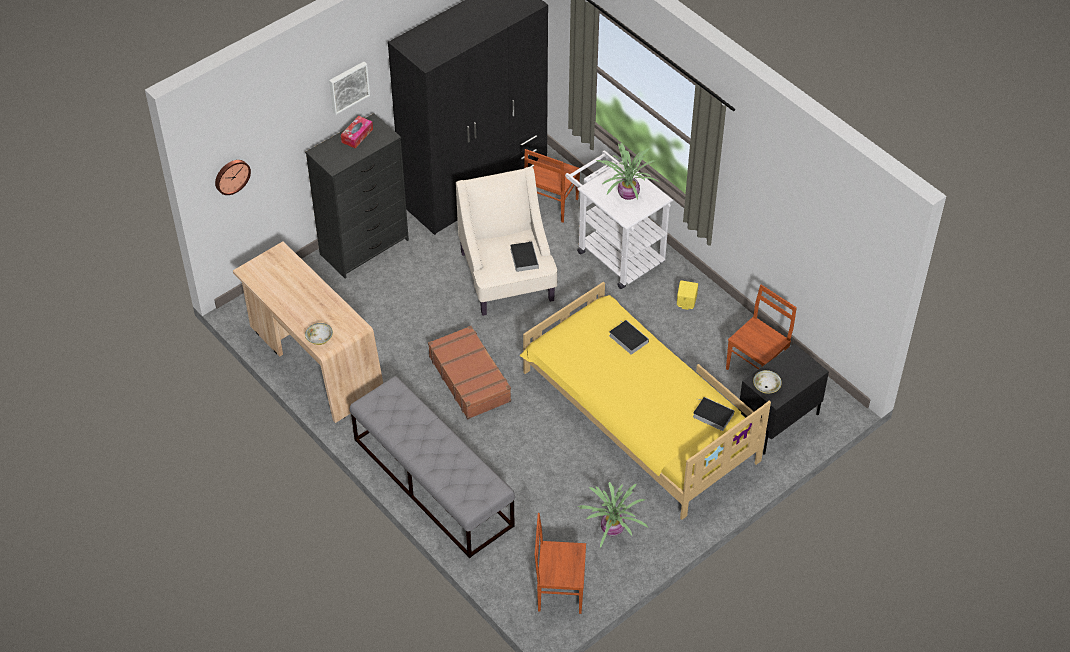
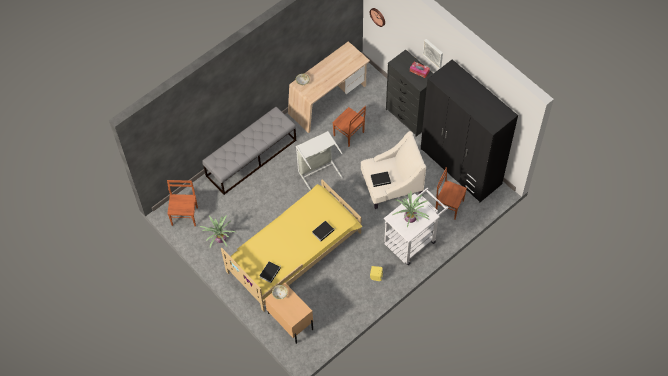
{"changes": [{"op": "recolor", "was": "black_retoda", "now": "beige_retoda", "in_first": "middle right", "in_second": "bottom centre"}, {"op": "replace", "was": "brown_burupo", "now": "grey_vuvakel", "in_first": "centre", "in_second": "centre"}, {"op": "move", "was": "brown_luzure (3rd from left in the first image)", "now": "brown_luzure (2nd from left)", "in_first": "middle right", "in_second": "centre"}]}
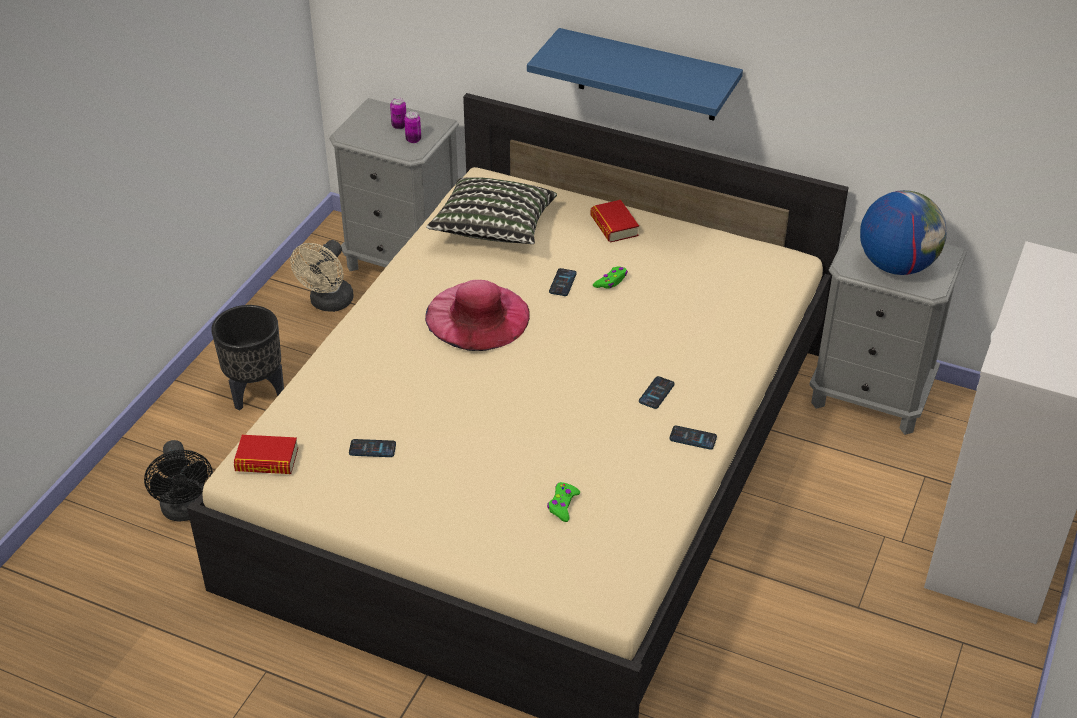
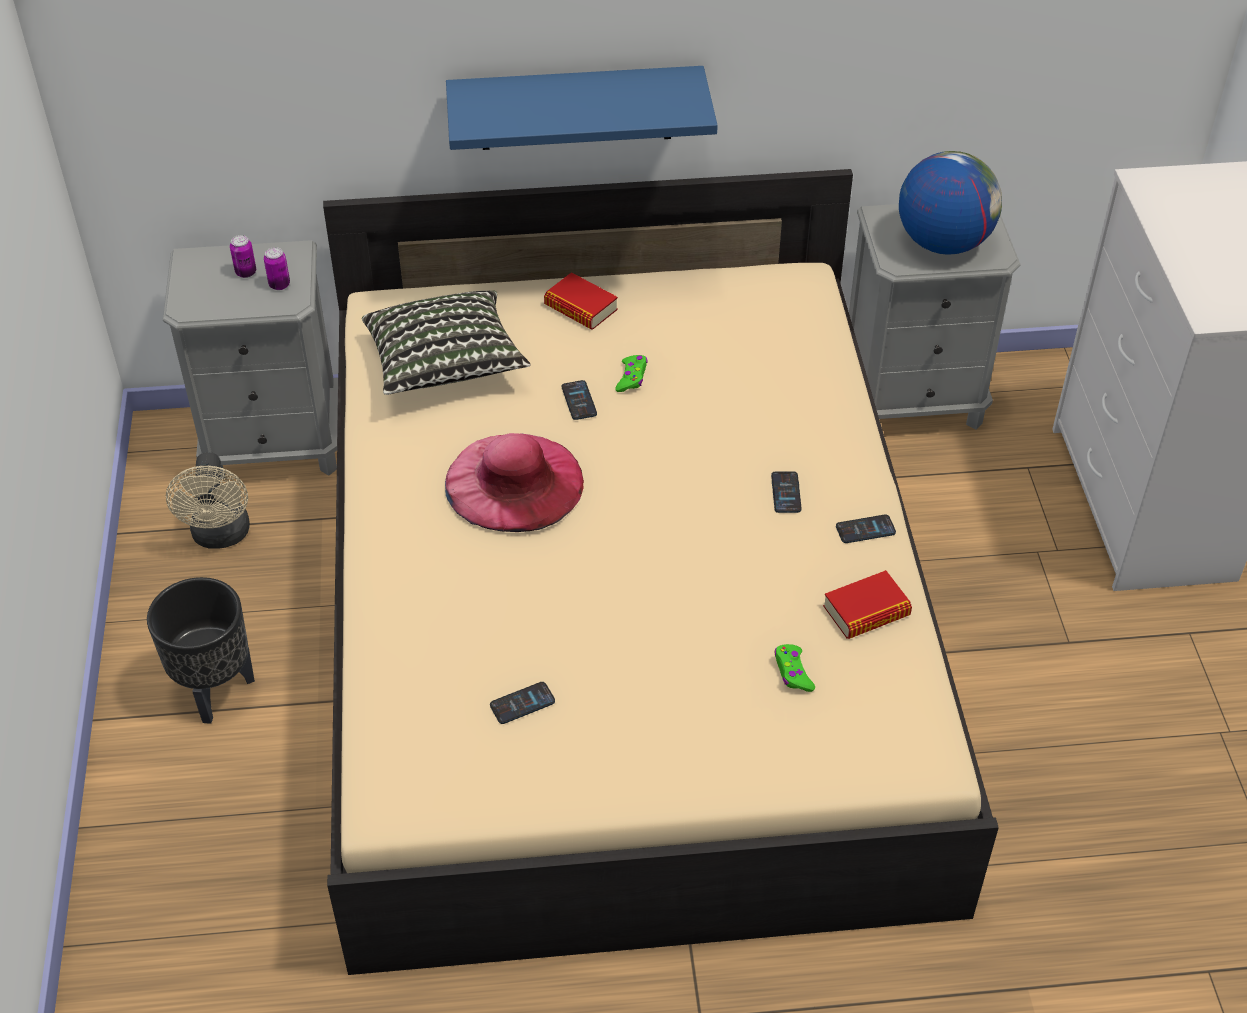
{"changes": [{"op": "move", "was": "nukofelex (1st from left in the first image)", "now": "nukofelex (2nd from left)", "in_first": "middle left", "in_second": "middle right"}, {"op": "delete", "was": "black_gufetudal", "in_first": "bottom left"}]}
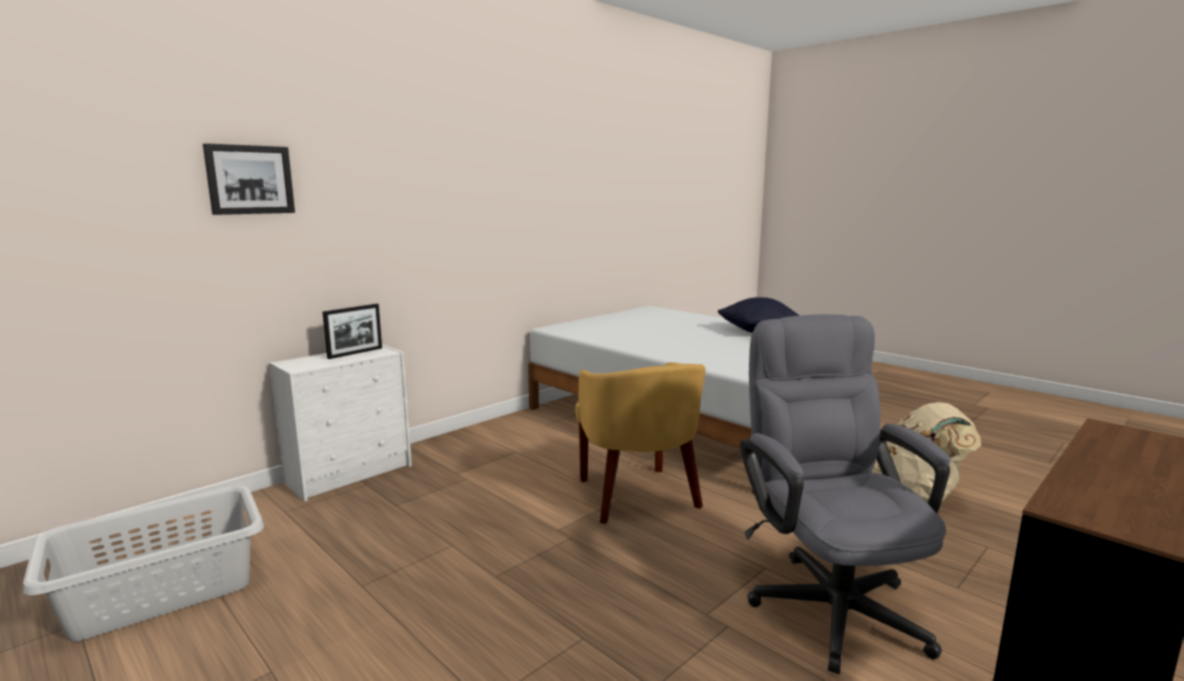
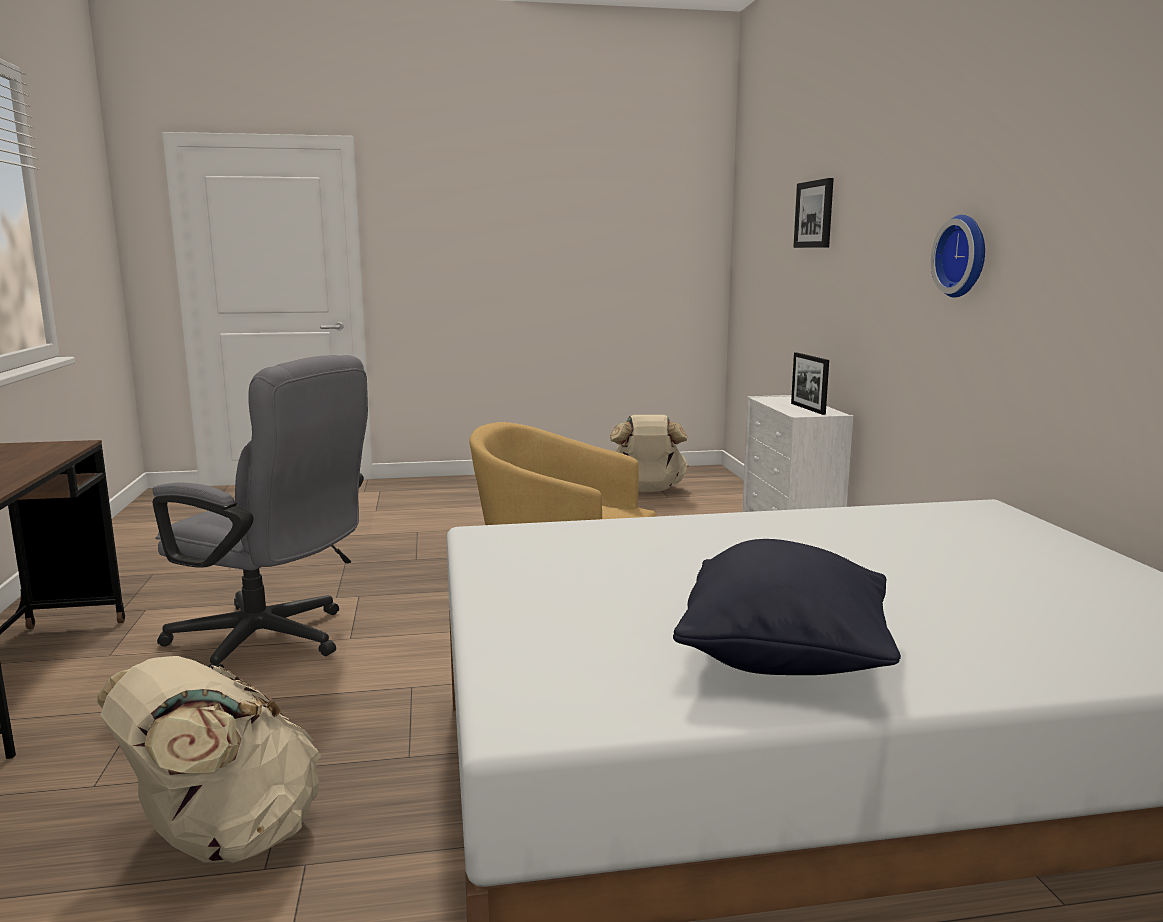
{"changes": [{"op": "replace", "was": "grey_vuvakel", "now": "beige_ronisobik (2nd from left)", "in_first": "bottom left", "in_second": "centre"}, {"op": "insert", "now": "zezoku", "in_second": "top right"}]}
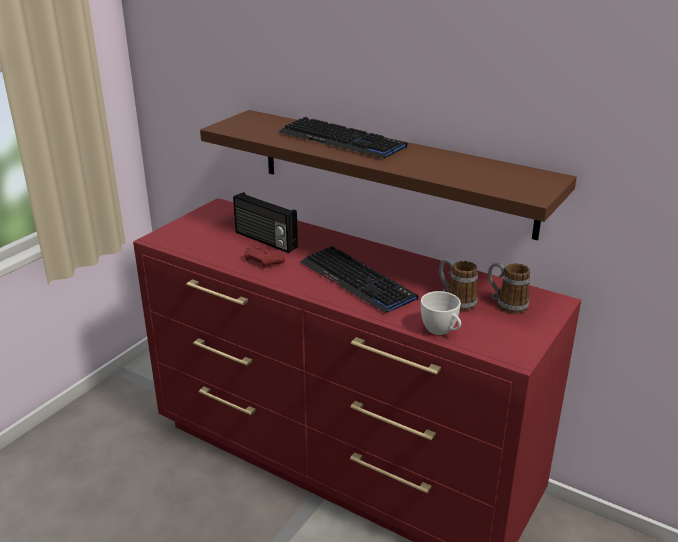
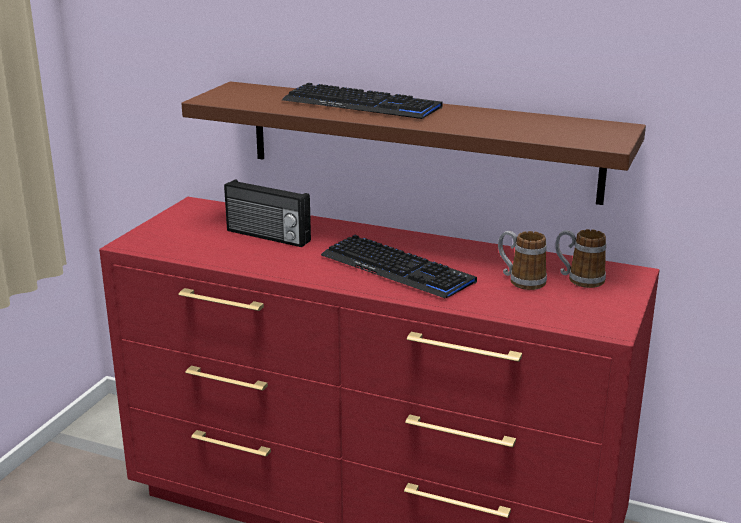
{"changes": [{"op": "delete", "was": "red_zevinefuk", "in_first": "centre"}, {"op": "delete", "was": "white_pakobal", "in_first": "centre"}]}
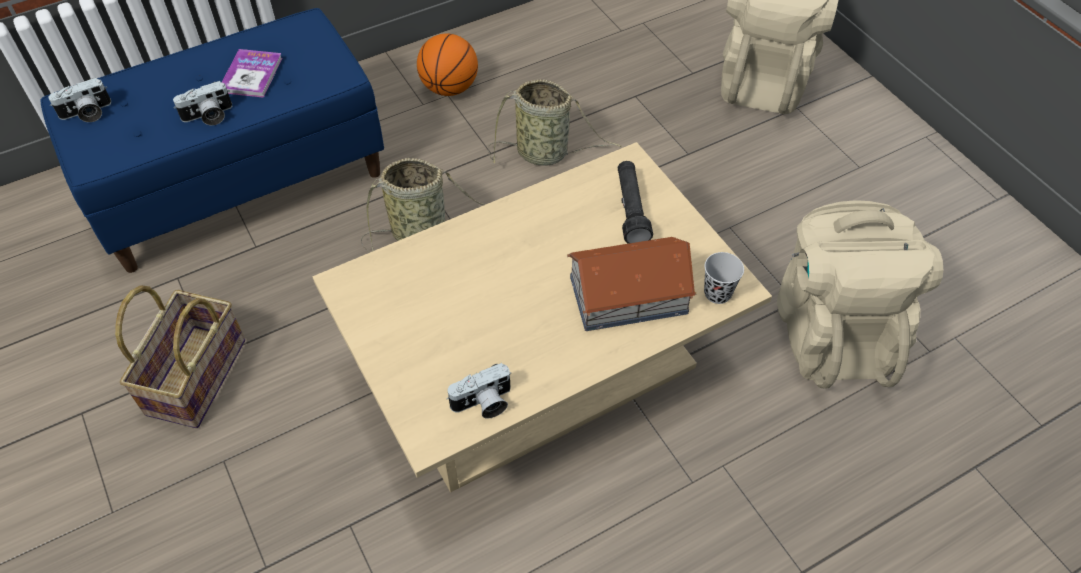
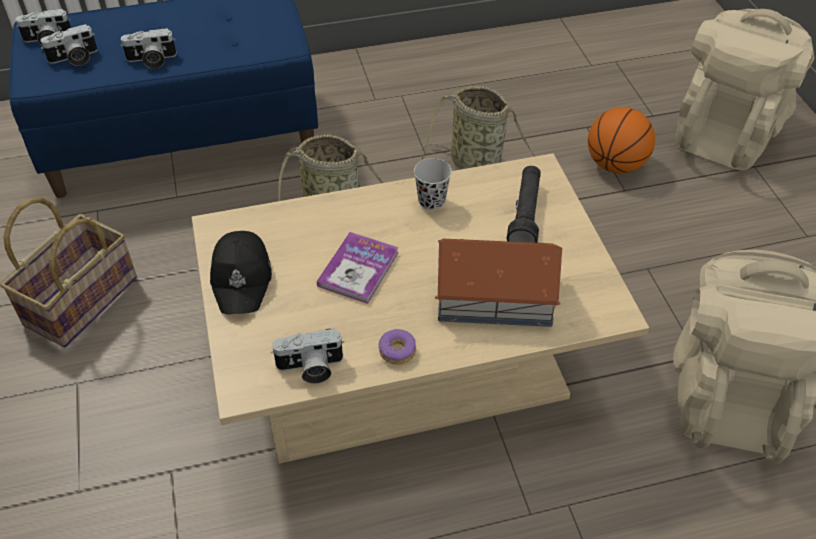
{"changes": [{"op": "insert", "now": "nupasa (2nd from left)", "in_second": "top left"}, {"op": "insert", "now": "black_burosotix", "in_second": "middle left"}, {"op": "move", "was": "nukofelex", "in_first": "top left", "in_second": "centre"}, {"op": "insert", "now": "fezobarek", "in_second": "centre"}, {"op": "move", "was": "black_pakobal", "in_first": "middle right", "in_second": "centre"}, {"op": "move", "was": "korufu", "in_first": "top centre", "in_second": "top right"}]}
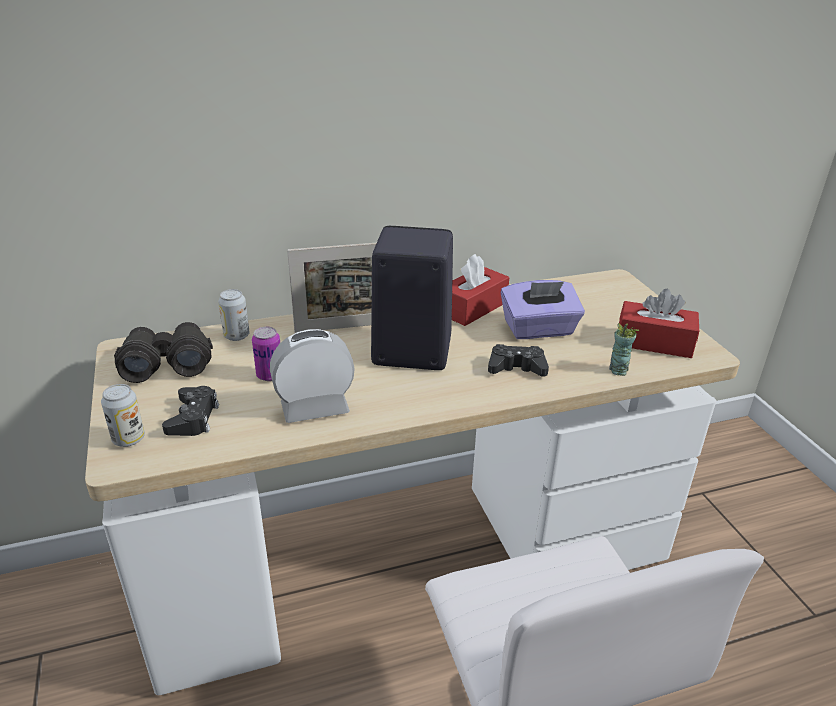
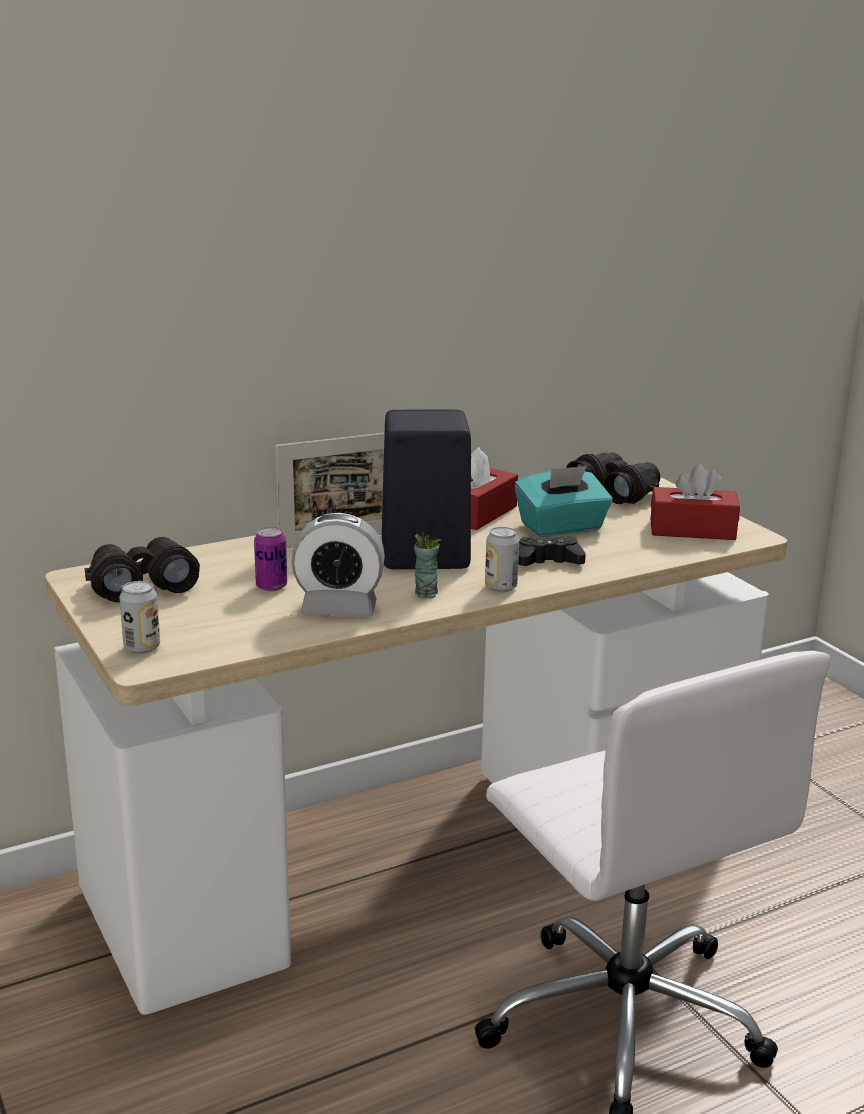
{"changes": [{"op": "rotate", "was": "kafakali", "in_first": "centre", "in_second": "centre", "clockwise": -150}, {"op": "move", "was": "pakobal", "in_first": "middle right", "in_second": "centre"}, {"op": "move", "was": "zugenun (2nd from left in the first image)", "now": "zugenun (3rd from left)", "in_first": "middle left", "in_second": "centre"}, {"op": "recolor", "was": "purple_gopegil", "now": "turquoise_gopegil", "in_first": "centre", "in_second": "centre"}, {"op": "insert", "now": "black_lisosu (2nd from left)", "in_second": "middle right"}, {"op": "delete", "was": "black_zevinefuk (1st from left)", "in_first": "middle left"}]}
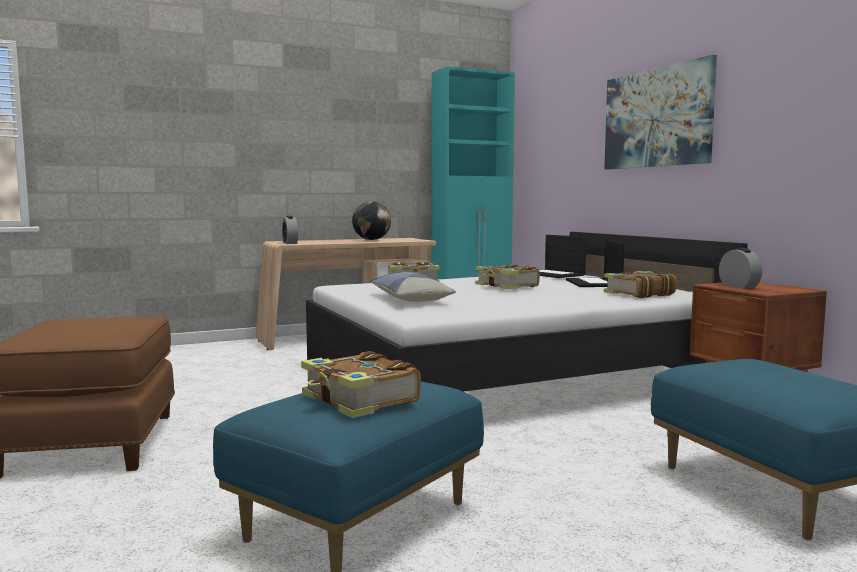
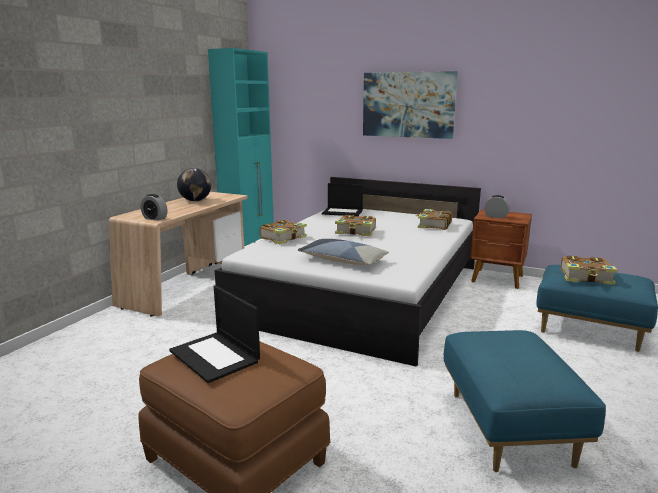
{"changes": [{"op": "move", "was": "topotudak (2nd from left in the first image)", "now": "topotudak (1st from left)", "in_first": "middle right", "in_second": "bottom left"}, {"op": "move", "was": "nukofelex (1st from left in the first image)", "now": "nukofelex (4th from left)", "in_first": "bottom centre", "in_second": "middle right"}]}
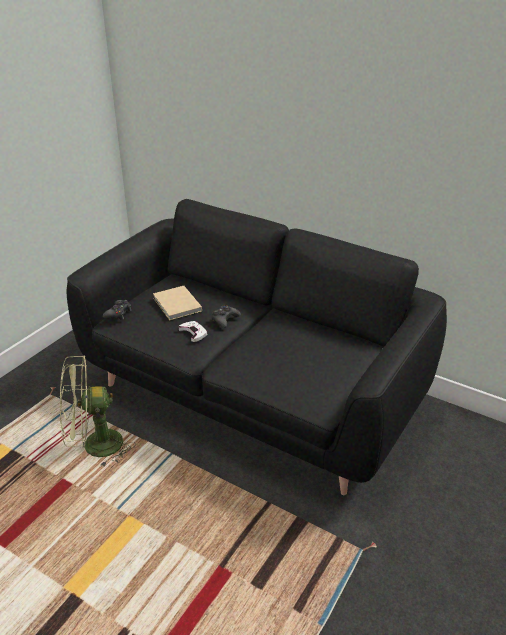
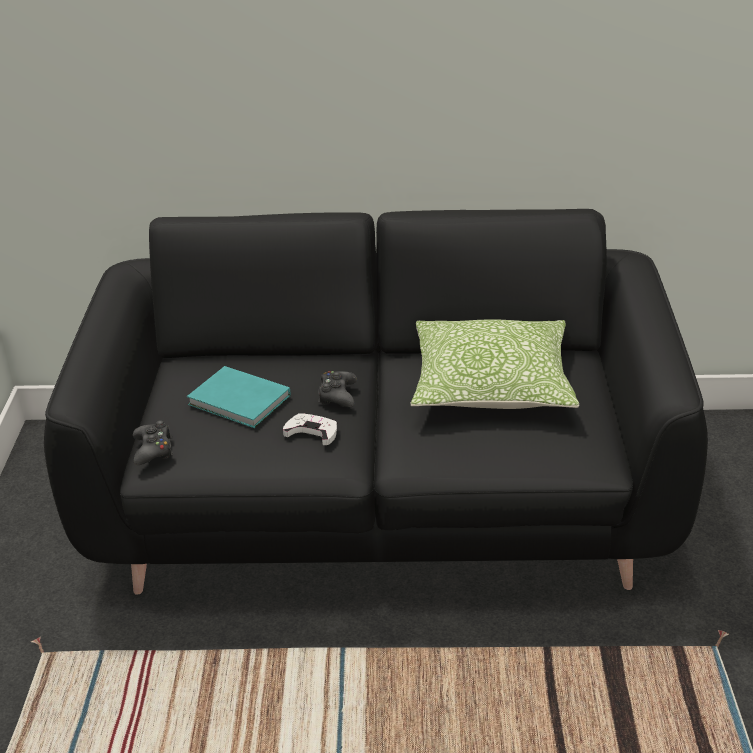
{"changes": [{"op": "recolor", "was": "beige_nukofelex", "now": "turquoise_nukofelex", "in_first": "centre", "in_second": "middle left"}, {"op": "insert", "now": "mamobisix", "in_second": "centre"}, {"op": "delete", "was": "green_gufetudal", "in_first": "middle left"}]}
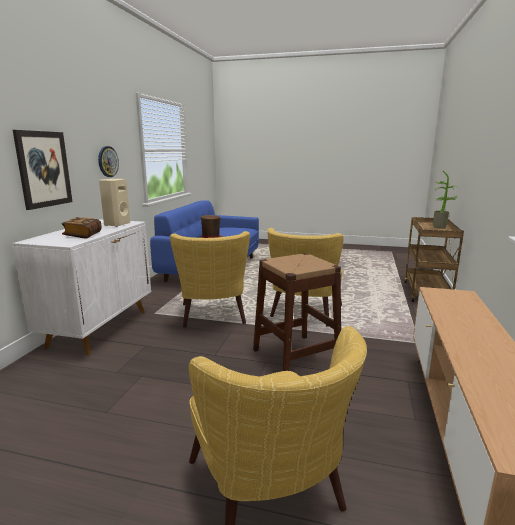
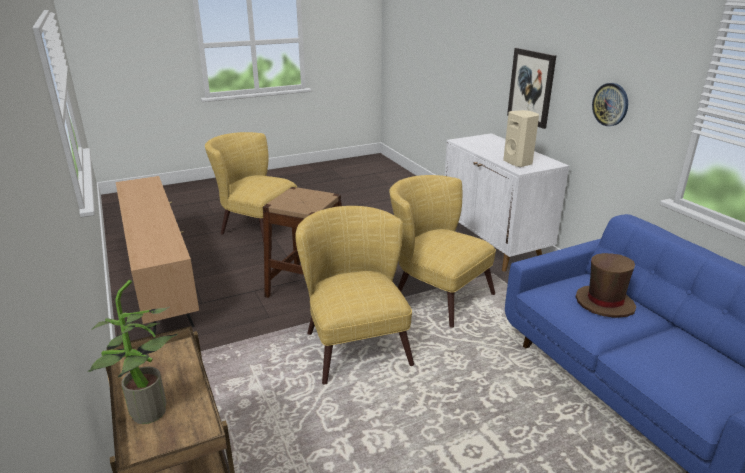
{"changes": [{"op": "delete", "was": "nukofelex", "in_first": "middle left"}]}
